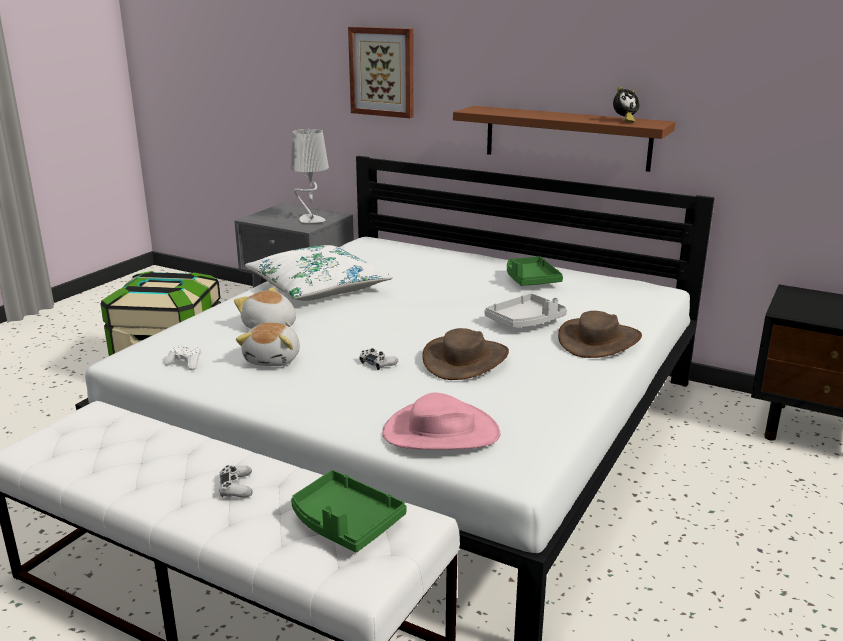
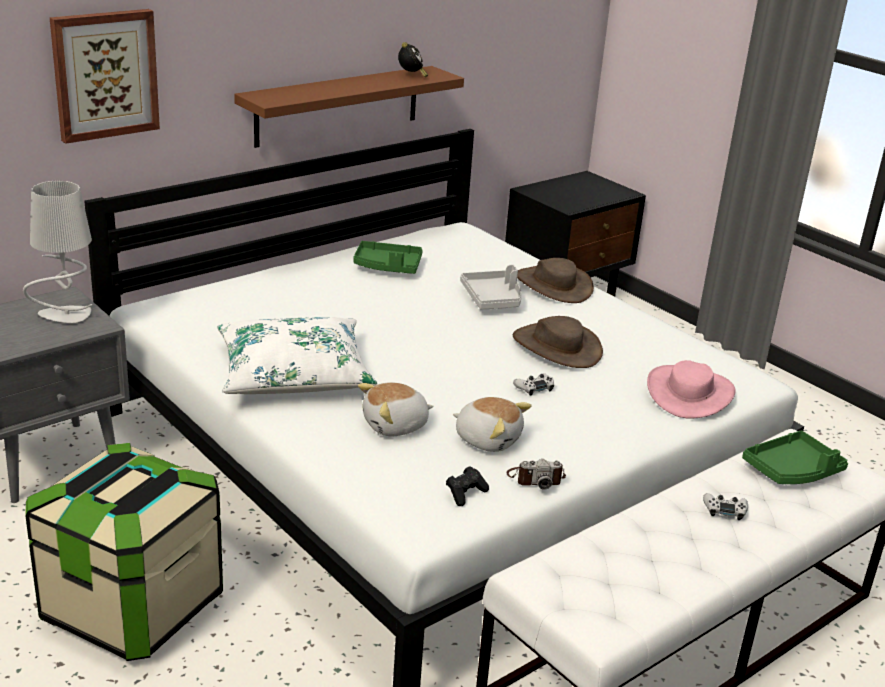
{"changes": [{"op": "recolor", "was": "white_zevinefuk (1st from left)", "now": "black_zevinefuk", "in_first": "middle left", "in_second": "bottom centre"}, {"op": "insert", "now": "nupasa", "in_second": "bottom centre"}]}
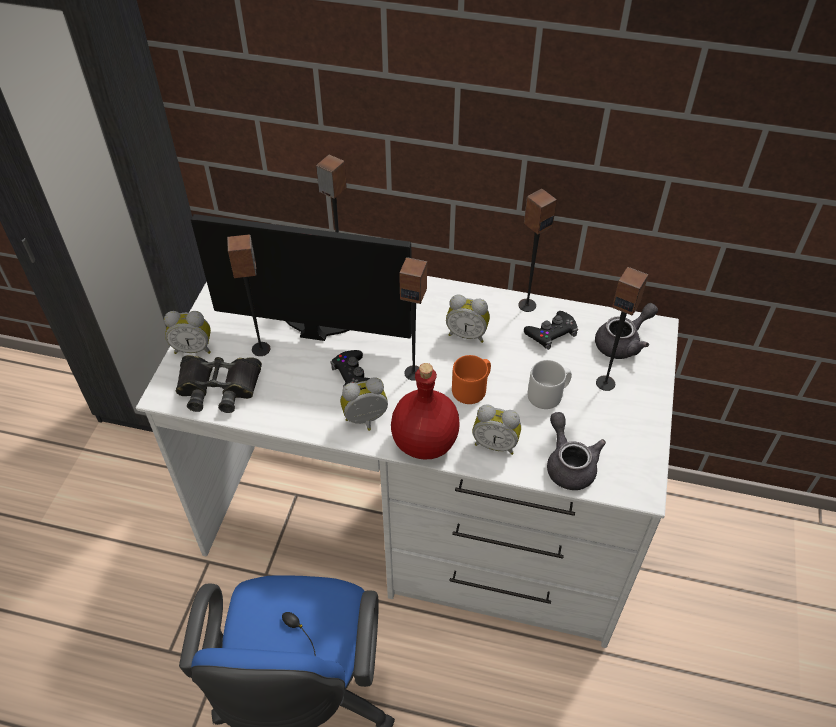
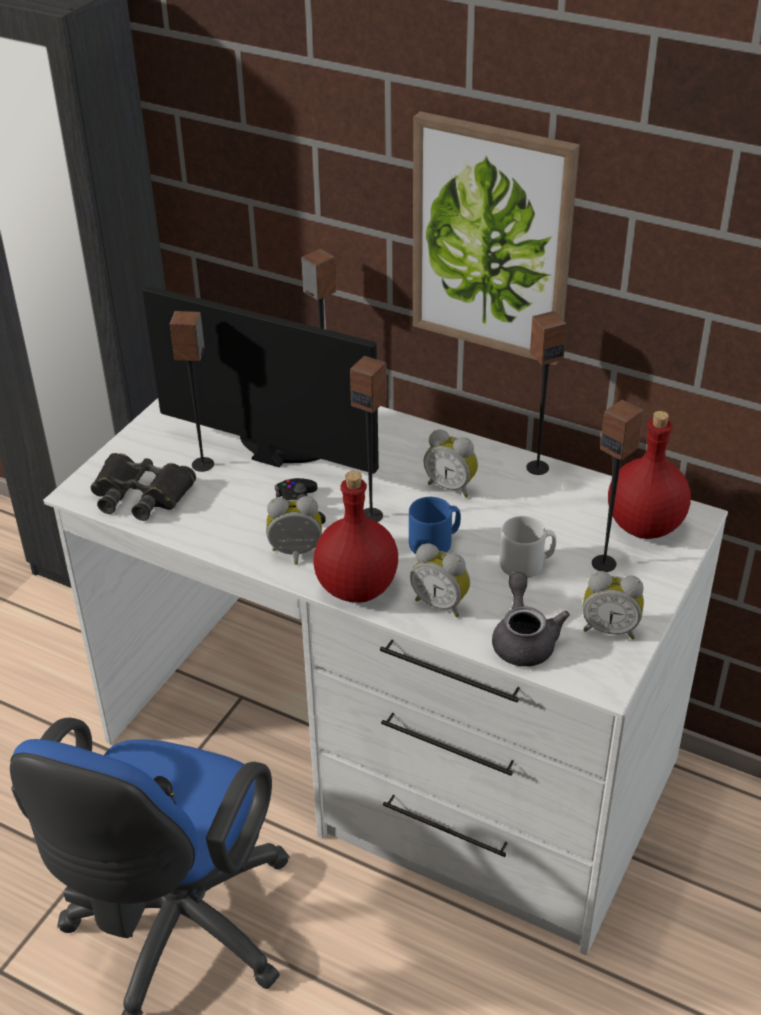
{"changes": [{"op": "recolor", "was": "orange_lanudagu", "now": "blue_lanudagu", "in_first": "centre", "in_second": "centre"}, {"op": "insert", "now": "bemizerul", "in_second": "top centre"}, {"op": "move", "was": "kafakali (1st from left in the first image)", "now": "kafakali (4th from left)", "in_first": "middle left", "in_second": "middle right"}, {"op": "replace", "was": "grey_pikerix (2nd from left)", "now": "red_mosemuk (2nd from left)", "in_first": "middle right", "in_second": "middle right"}, {"op": "delete", "was": "black_zevinefuk (2nd from left)", "in_first": "centre"}]}
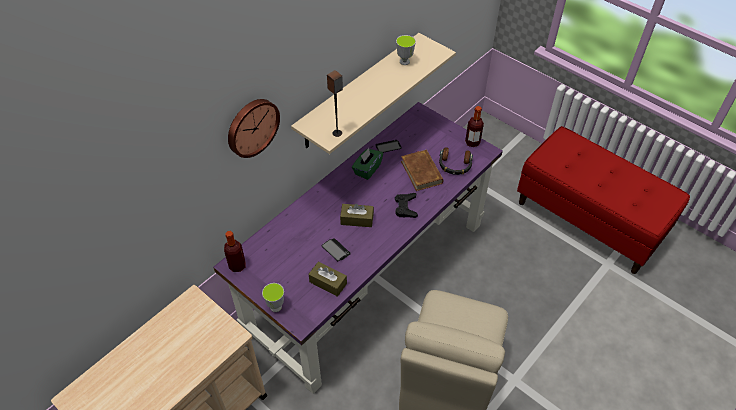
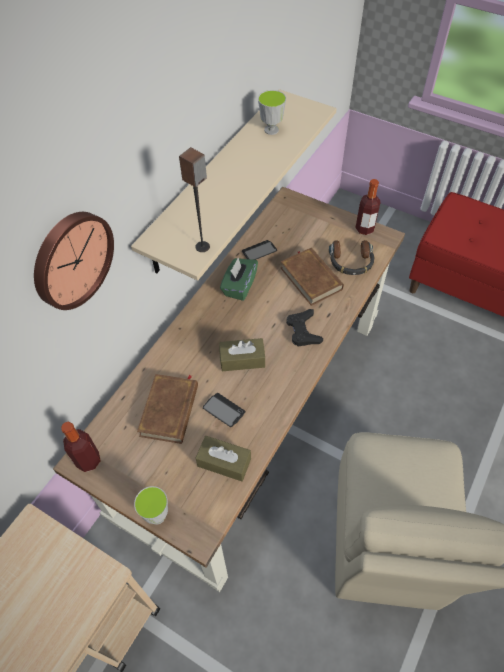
{"changes": [{"op": "recolor", "was": "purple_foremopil", "now": "brown_foremopil", "in_first": "centre", "in_second": "centre"}, {"op": "insert", "now": "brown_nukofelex (1st from left)", "in_second": "middle left"}]}
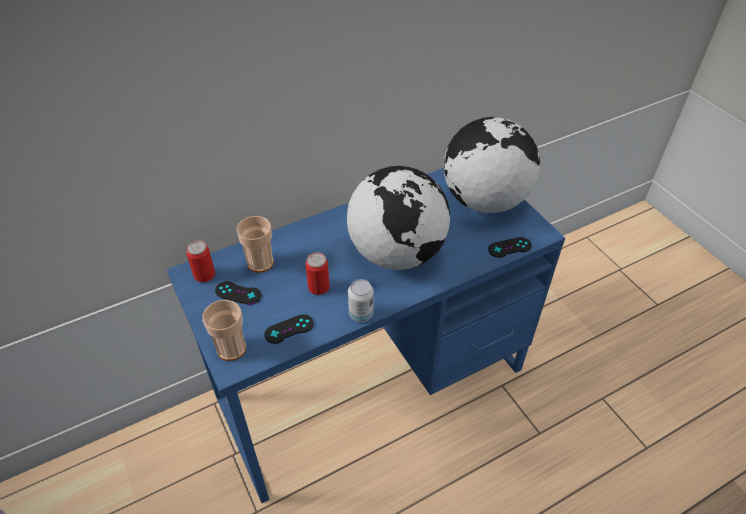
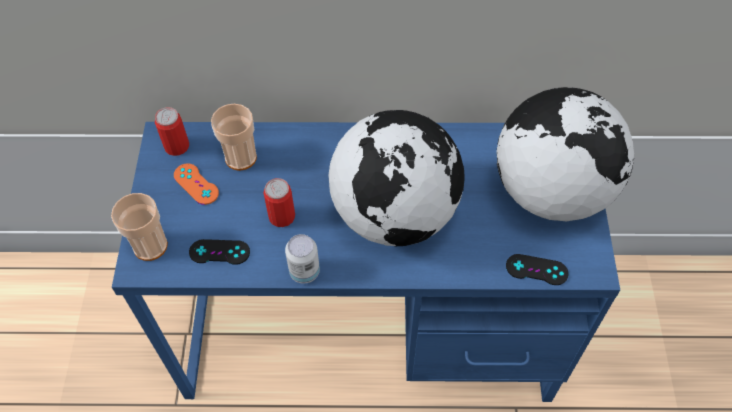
{"changes": [{"op": "recolor", "was": "black_zevinefuk (1st from left)", "now": "orange_zevinefuk", "in_first": "middle left", "in_second": "middle left"}]}
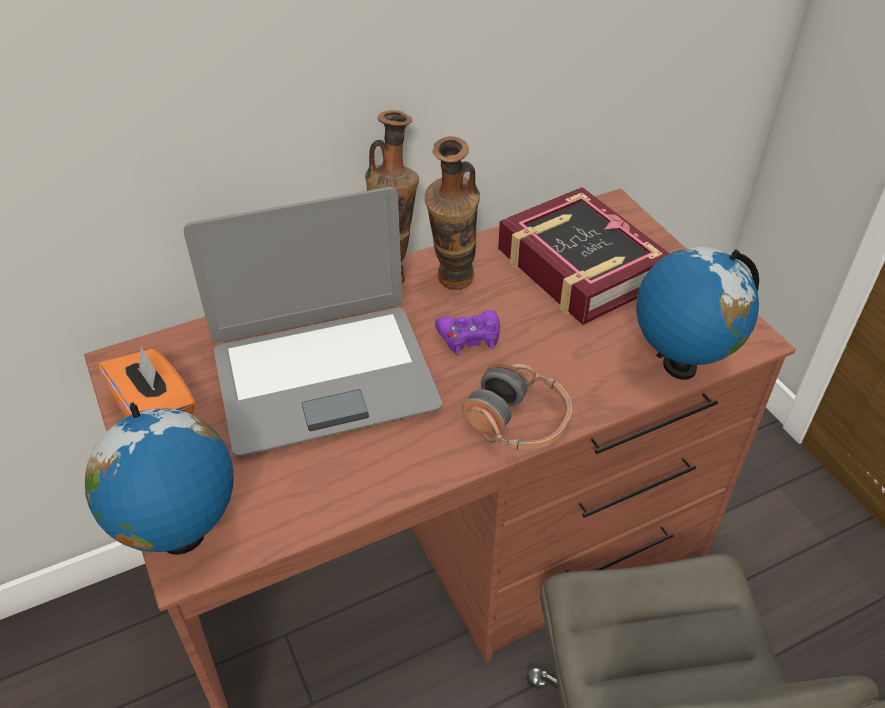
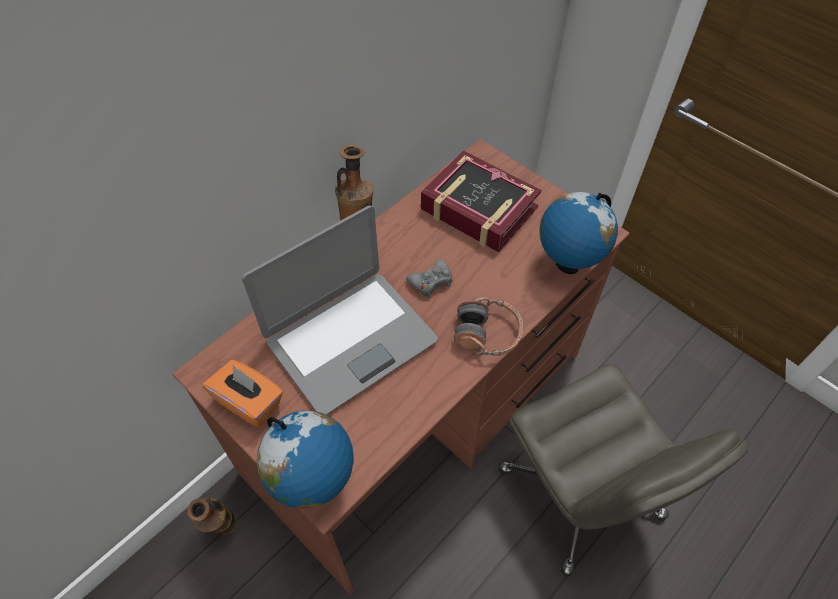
{"changes": [{"op": "move", "was": "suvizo (2nd from left in the first image)", "now": "suvizo (1st from left)", "in_first": "top centre", "in_second": "bottom left"}, {"op": "recolor", "was": "purple_zevinefuk", "now": "grey_zevinefuk", "in_first": "centre", "in_second": "centre"}]}
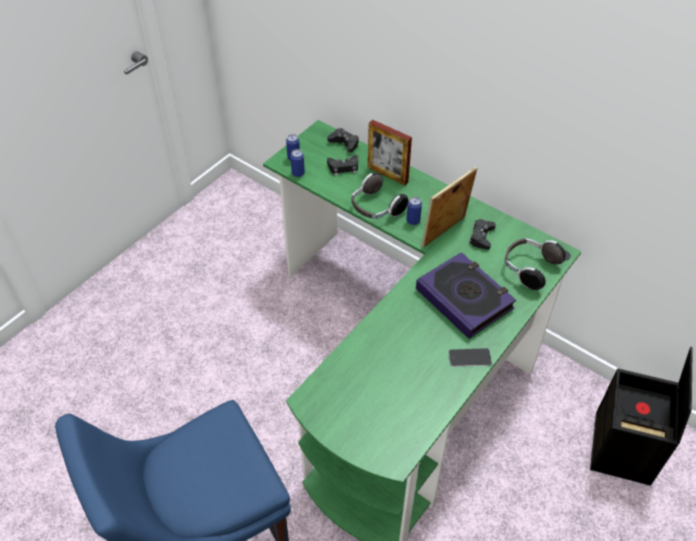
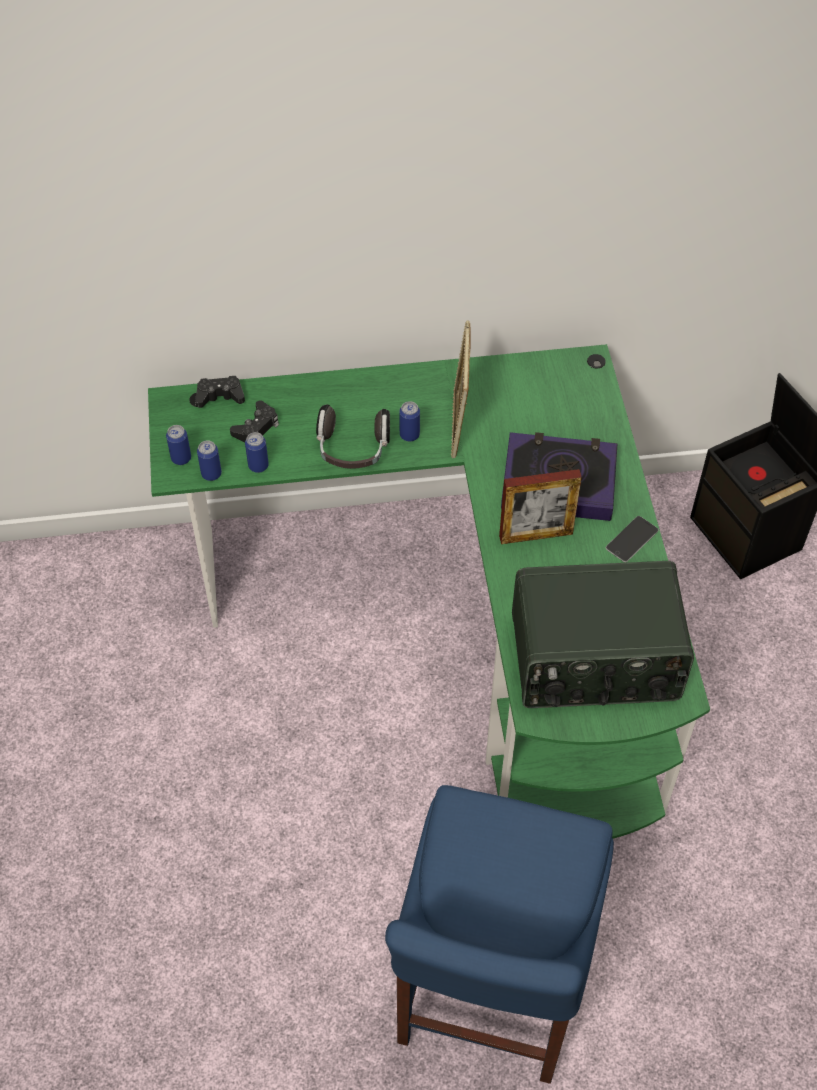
{"changes": [{"op": "insert", "now": "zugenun (3rd from left)", "in_second": "middle left"}, {"op": "move", "was": "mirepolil (1st from left in the first image)", "now": "mirepolil (2nd from left)", "in_first": "top centre", "in_second": "centre"}, {"op": "insert", "now": "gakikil", "in_second": "middle right"}, {"op": "delete", "was": "black_zevinefuk (3rd from left)", "in_first": "middle right"}, {"op": "delete", "was": "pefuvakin (2nd from left)", "in_first": "middle right"}]}
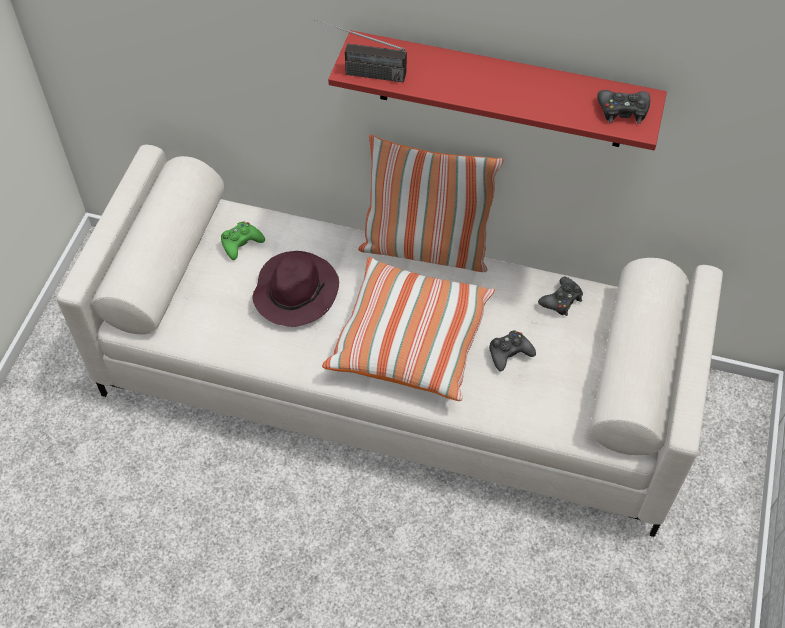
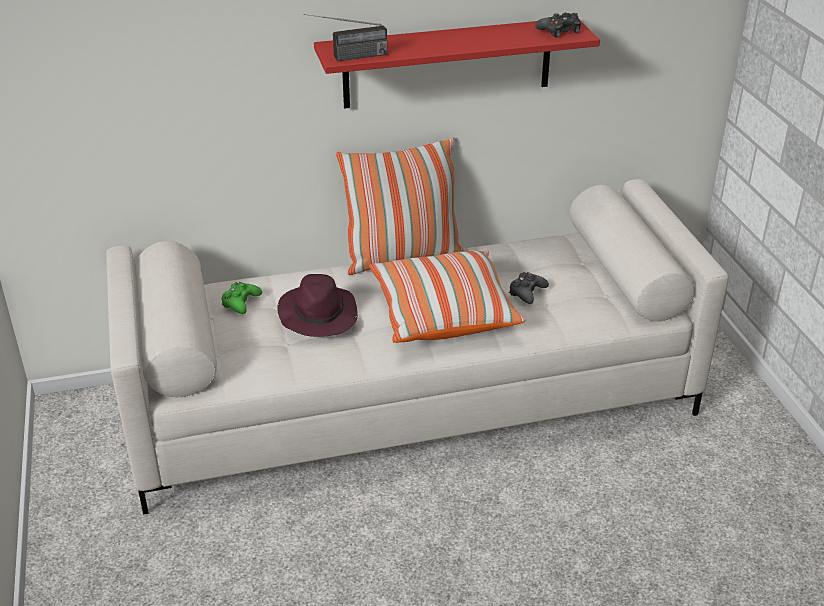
{"changes": [{"op": "delete", "was": "black_zevinefuk (2nd from left)", "in_first": "middle right"}]}
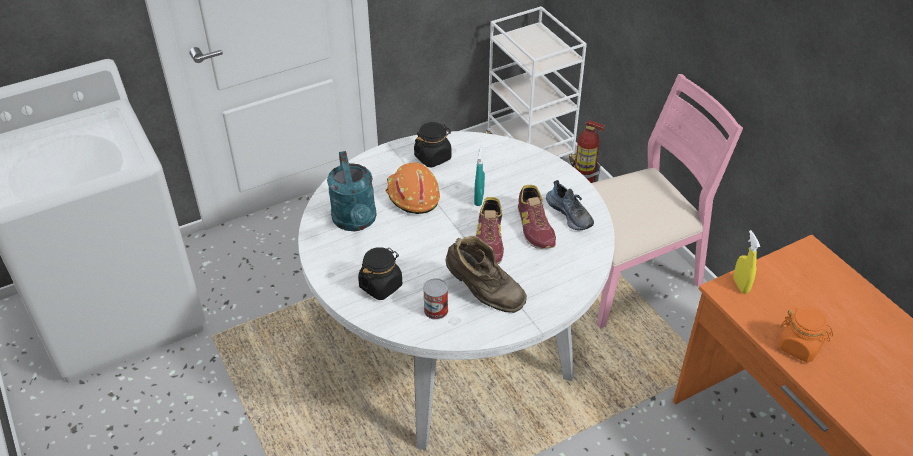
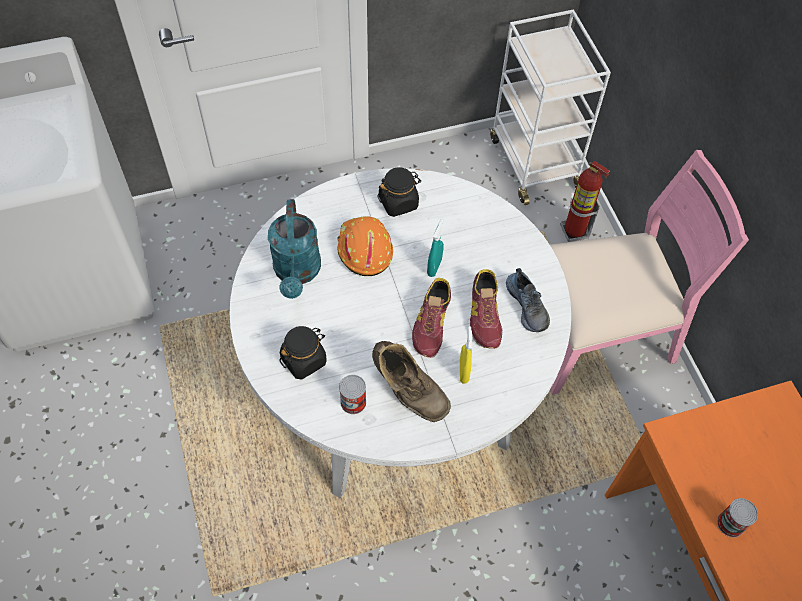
{"changes": [{"op": "move", "was": "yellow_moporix", "in_first": "middle right", "in_second": "centre"}, {"op": "replace", "was": "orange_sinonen", "now": "zugenun (2nd from left)", "in_first": "bottom right", "in_second": "bottom right"}]}
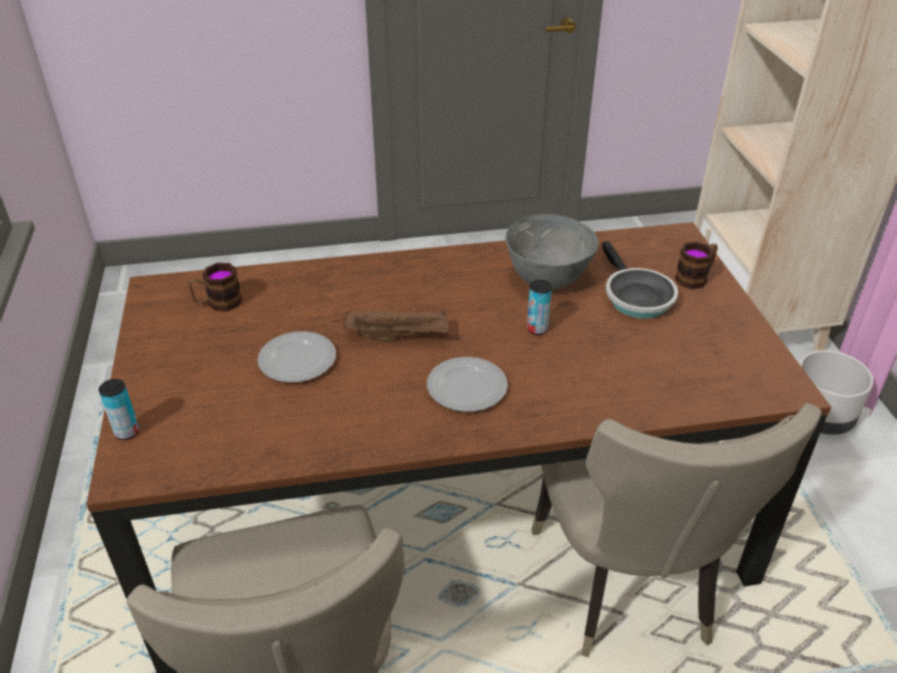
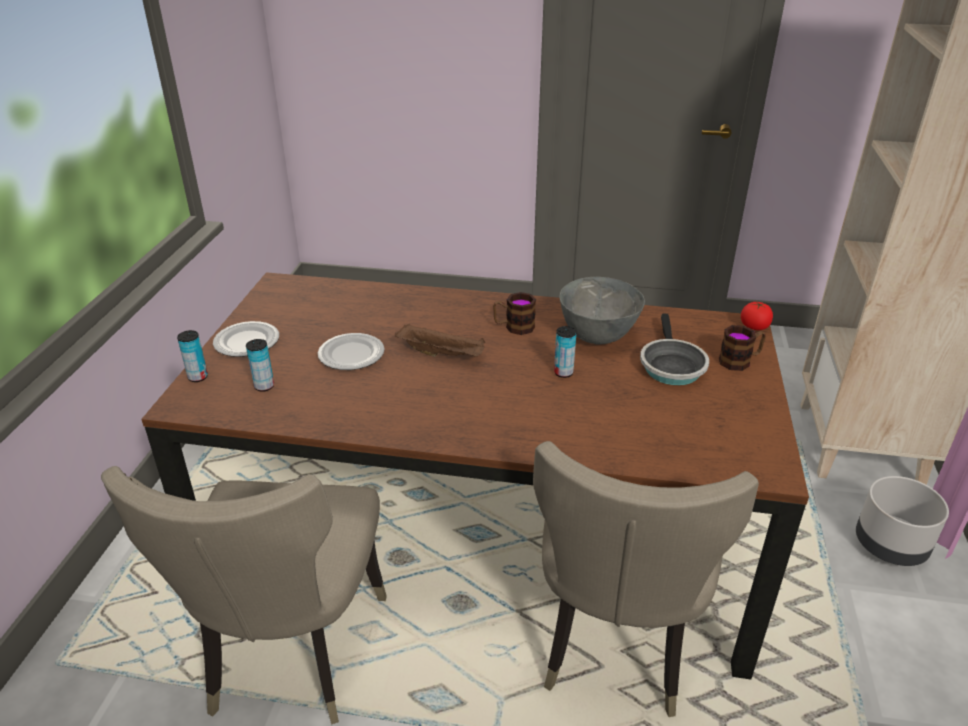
{"changes": [{"op": "move", "was": "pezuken (2nd from left in the first image)", "now": "pezuken (1st from left)", "in_first": "centre", "in_second": "middle left"}, {"op": "insert", "now": "zugenun (2nd from left)", "in_second": "middle left"}, {"op": "move", "was": "lanudagu (1st from left)", "in_first": "middle left", "in_second": "centre"}, {"op": "insert", "now": "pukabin", "in_second": "middle right"}]}
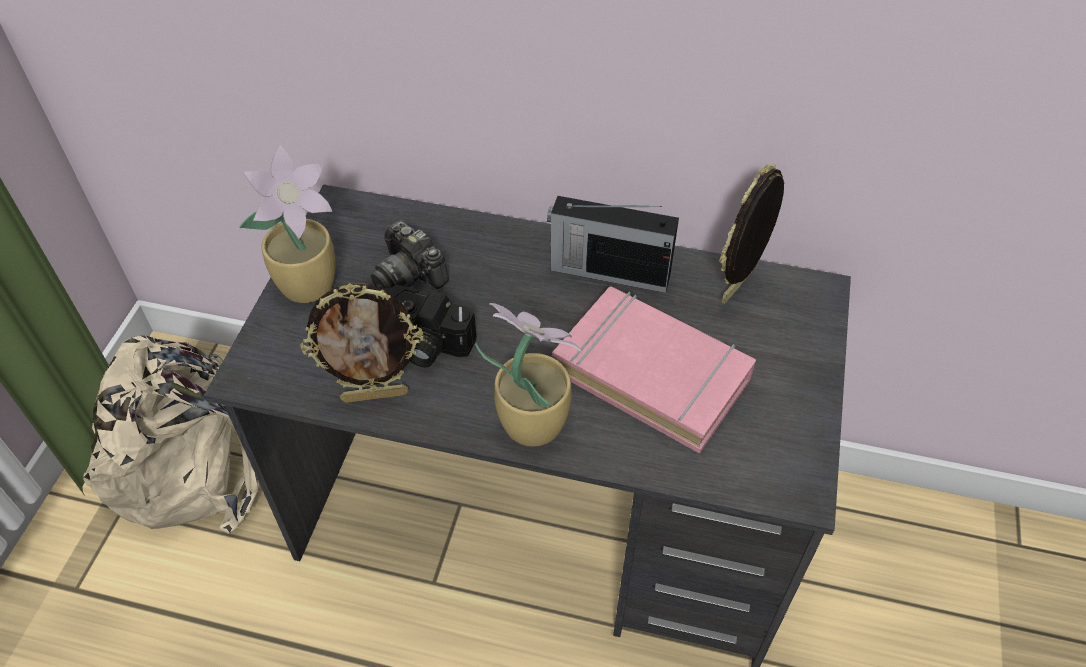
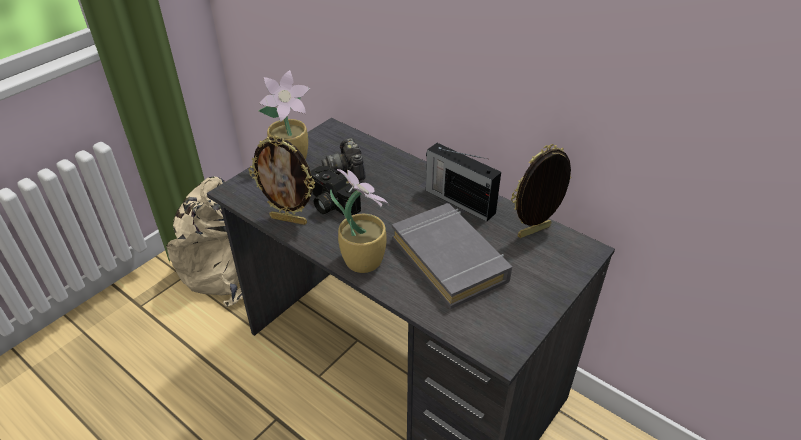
{"changes": [{"op": "recolor", "was": "pink_nukofelex", "now": "grey_nukofelex", "in_first": "centre", "in_second": "centre"}]}
